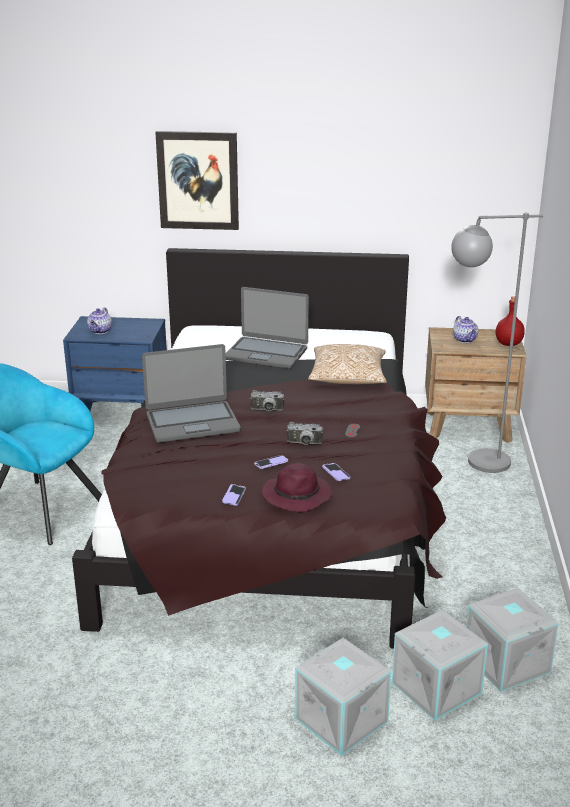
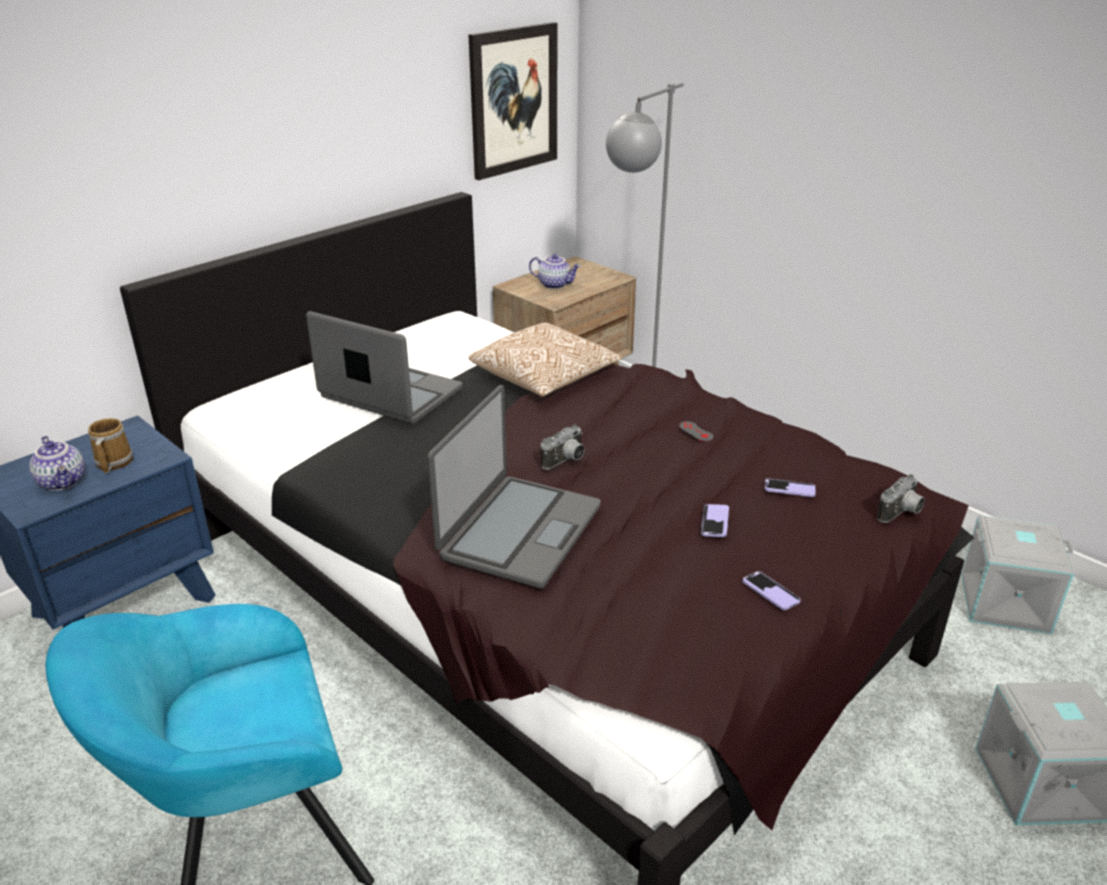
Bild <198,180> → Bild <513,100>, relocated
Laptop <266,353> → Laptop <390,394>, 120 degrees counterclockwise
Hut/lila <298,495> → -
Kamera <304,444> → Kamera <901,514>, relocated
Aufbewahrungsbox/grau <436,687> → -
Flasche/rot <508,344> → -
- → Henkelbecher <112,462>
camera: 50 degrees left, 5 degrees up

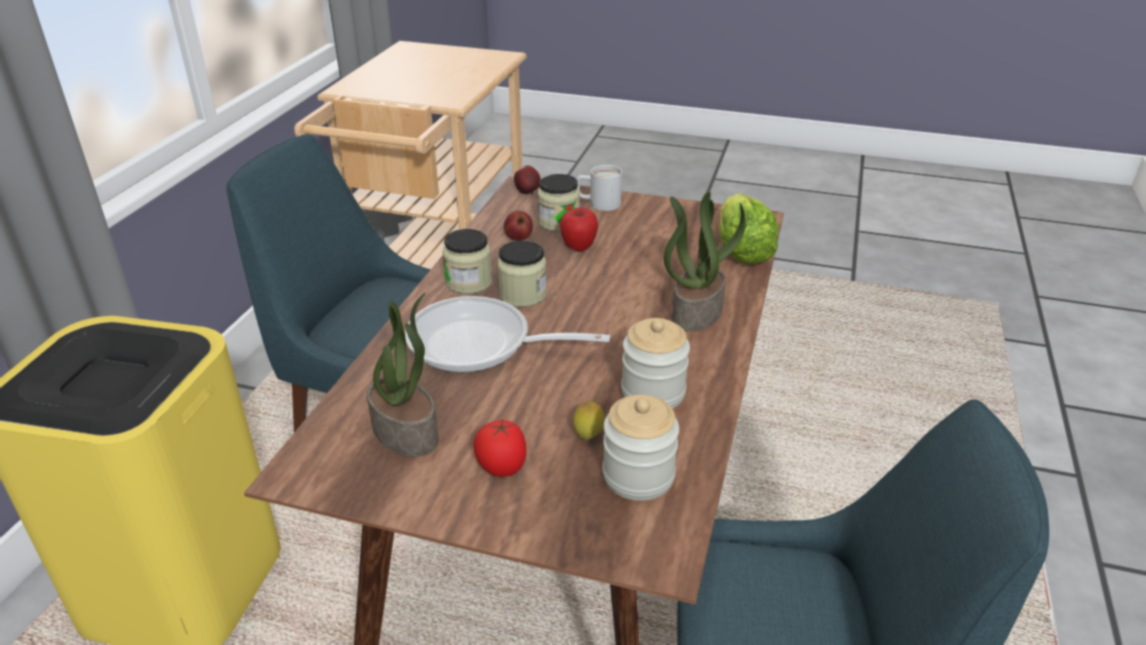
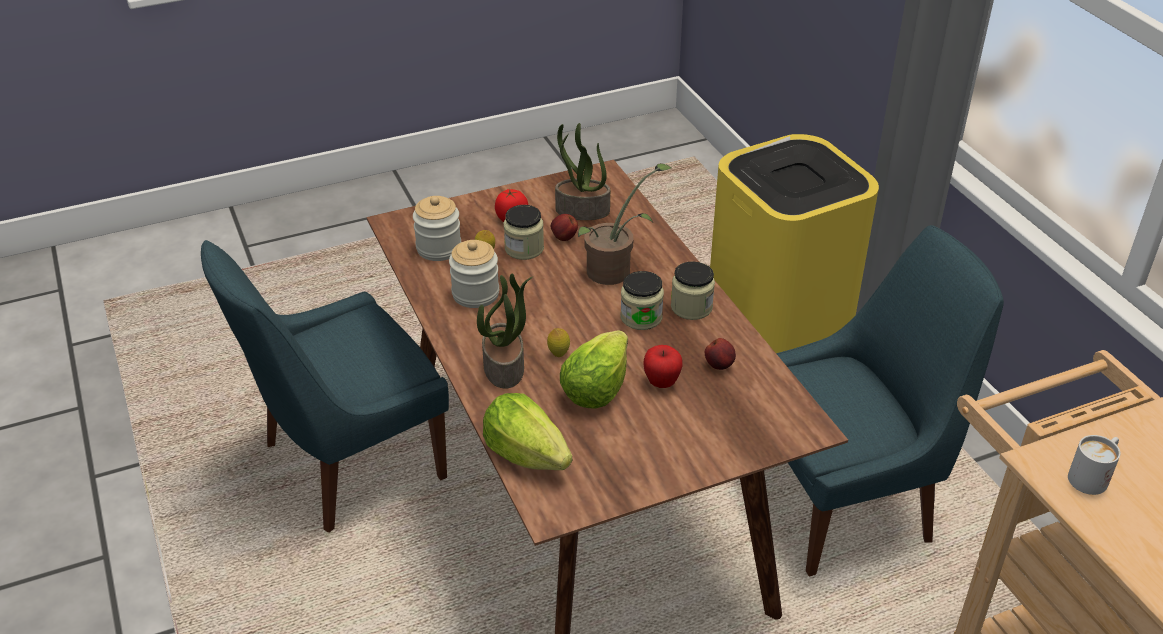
Pfanne <480,344> → Topfpflanze <615,270>
Apfel <528,192> → Apfel <563,238>, relocated
Vorratsglas <559,222> → Vorratsglas <524,248>, relocated
Henkelbecher/weiß <598,204> → Henkelbecher/weiß <1092,476>, relocated
- → Zitrone <558,354>
- → Salatkopf <596,389>
camera: 140 degrees right, 5 degrees up

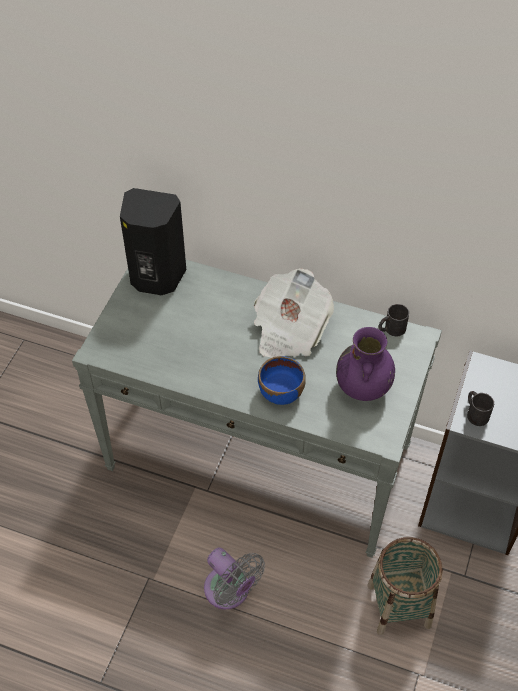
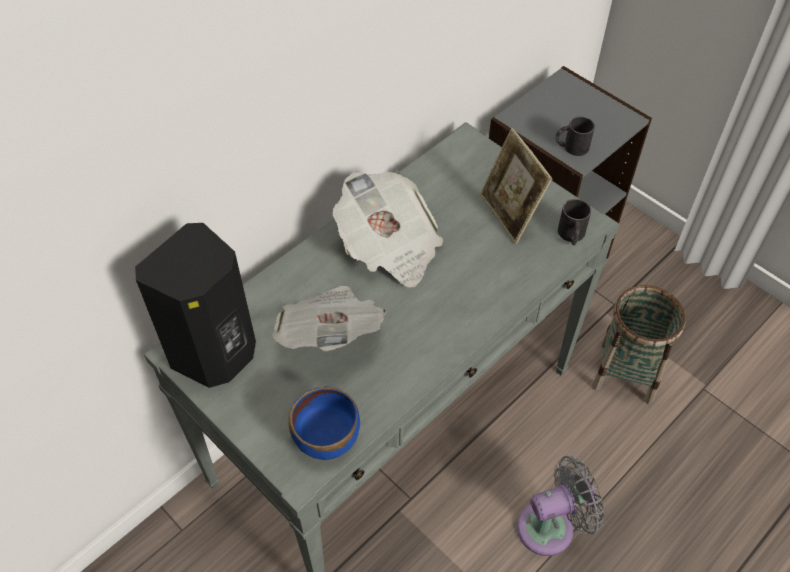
Schüssel/blau <281,393> → Schüssel/blau <327,438>, relocated
Vase/lila <363,388> → Bilderrahmen <509,214>
Henkelbecher/schwarz <391,329> → Henkelbecher/schwarz <571,236>, relocated
- → Zeitung <331,334>
camera: 65 degrees left, 0 degrees up

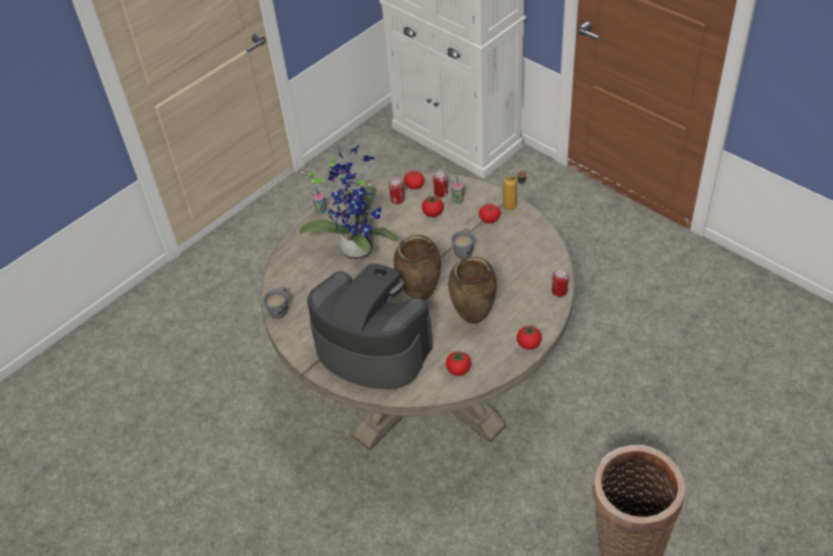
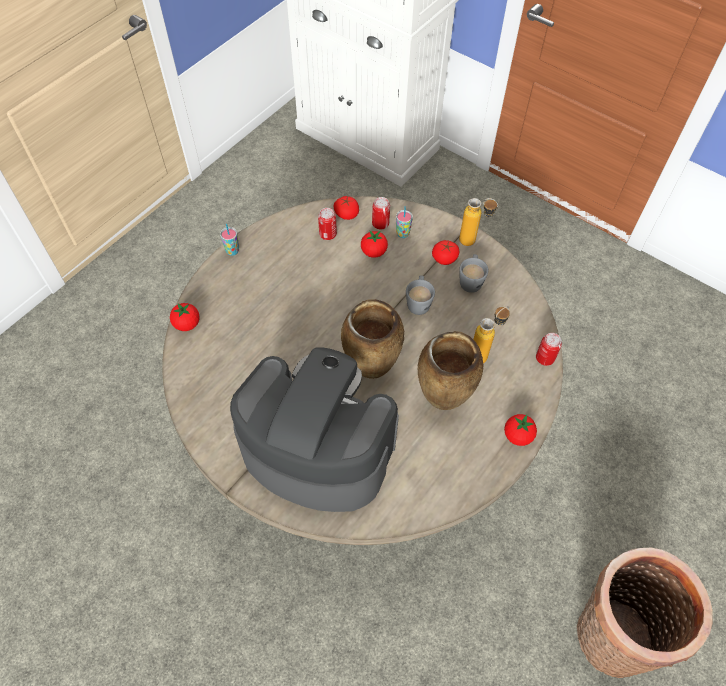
Henkelbecher/grau <280,309> → Henkelbecher/grau <471,281>, relocated
Topfpflanze <357,246> → -
Tomate <458,370> → Tomate <187,324>, relocated
- → Flasche <484,353>
camera: 10 degrees left, 10 degrees up

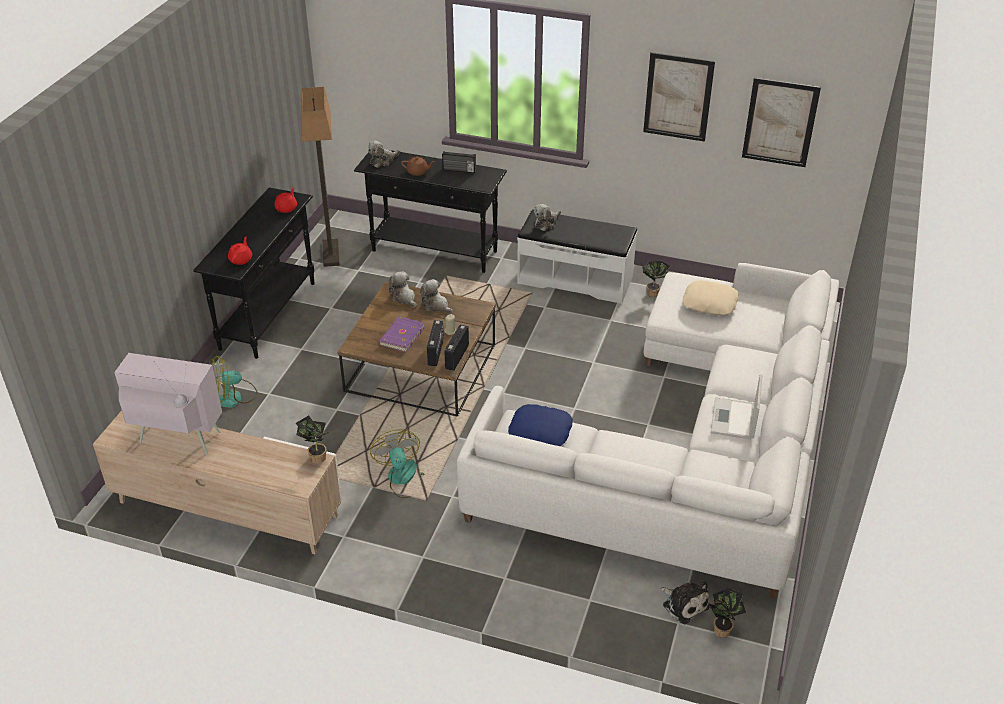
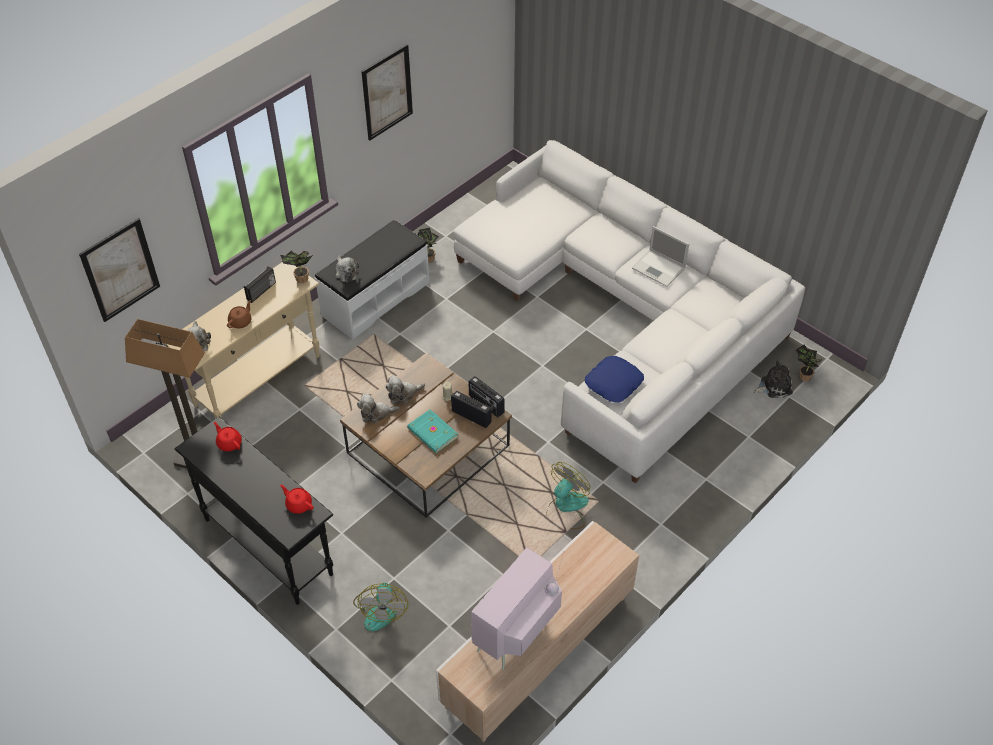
Topfpflanze <316,457> → Topfpflanze <300,279>, relocated
Konsolentisch/schwarz <434,251> → Konsolentisch/beige <258,380>
Ventilator <405,479> → Ventilator <566,507>, 120 degrees clockwise
Buch/lila <401,336> → Buch/türkis <432,433>
Kissen/beige <709,303> → -
Bild <780,122> → Bild <120,270>, relocated
camera: 65 degrees left, 10 degrees up

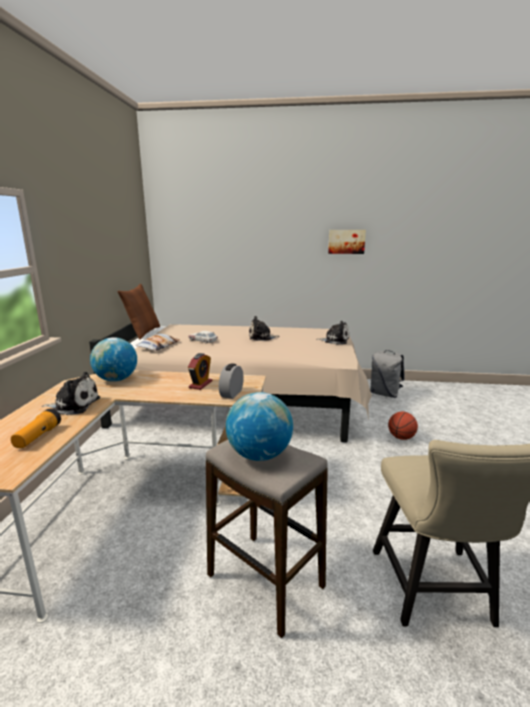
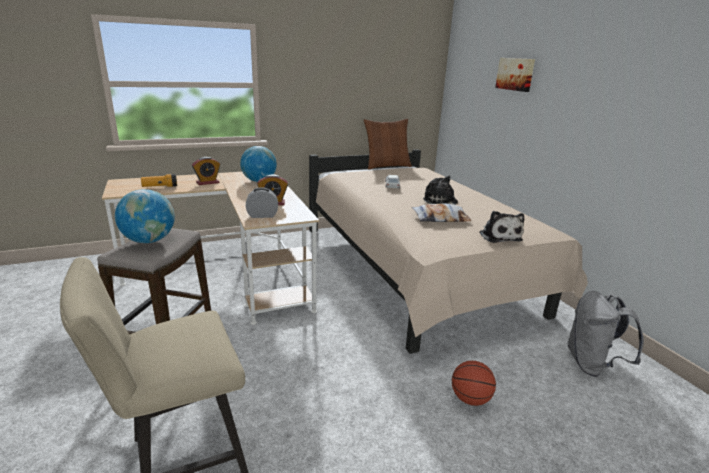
Plüschtier <74,405> → Wecker <207,182>
Kissen <158,346> → Kissen <440,218>, relocated
Bild <346,241> → Bild <515,74>, relocated
camera: 60 degrees right, 5 degrees up

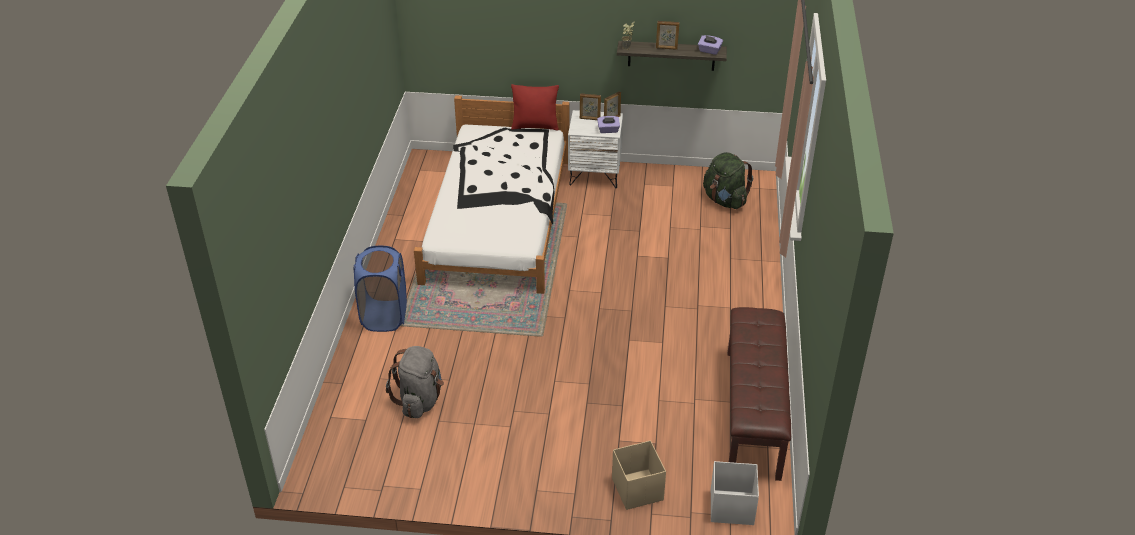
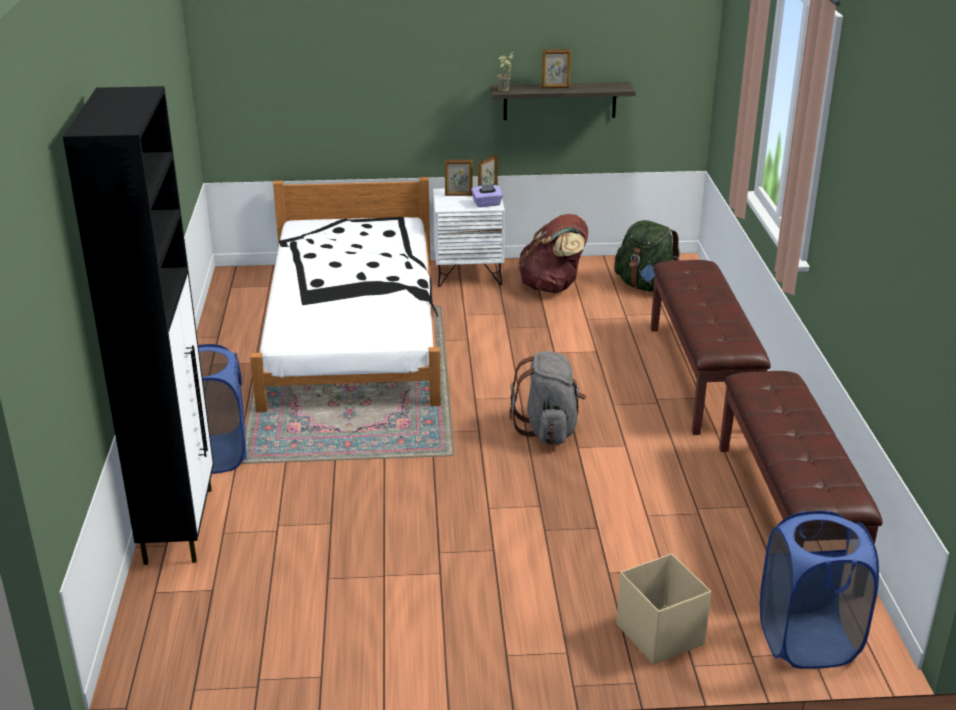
Rucksack/grau <420,400> → Rucksack/grau <549,430>, relocated
Kissen/rot <535,126> → -
Taschentuchbox/lila <709,51> → -
Aufbewahrungsbox/weiß <731,507> → Wäschekorb/blau <807,641>
- → Schrank/schwarz <179,524>
- → Rucksack/braun <553,286>
- → Bank/braun <702,377>
camera: 10 degrees left, 10 degrees down

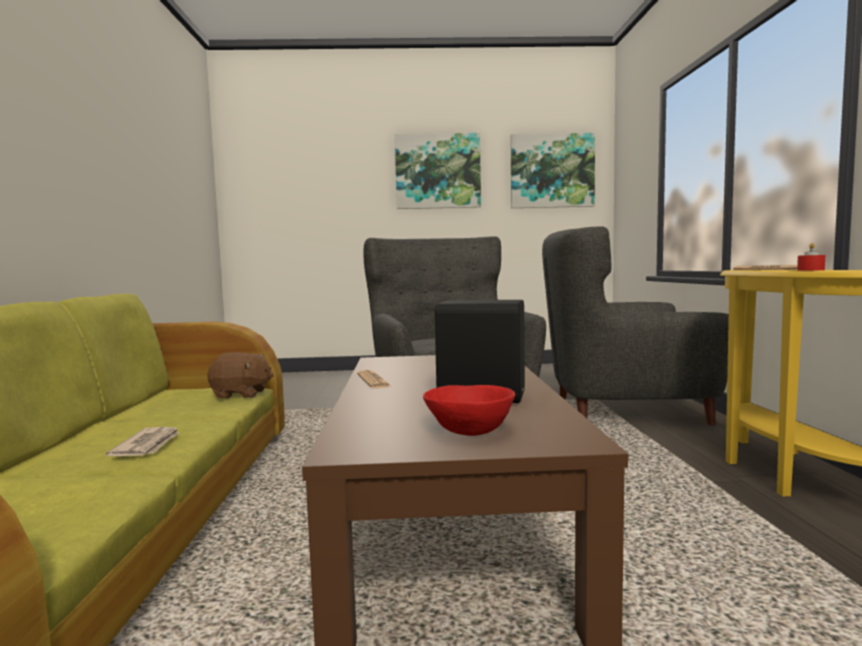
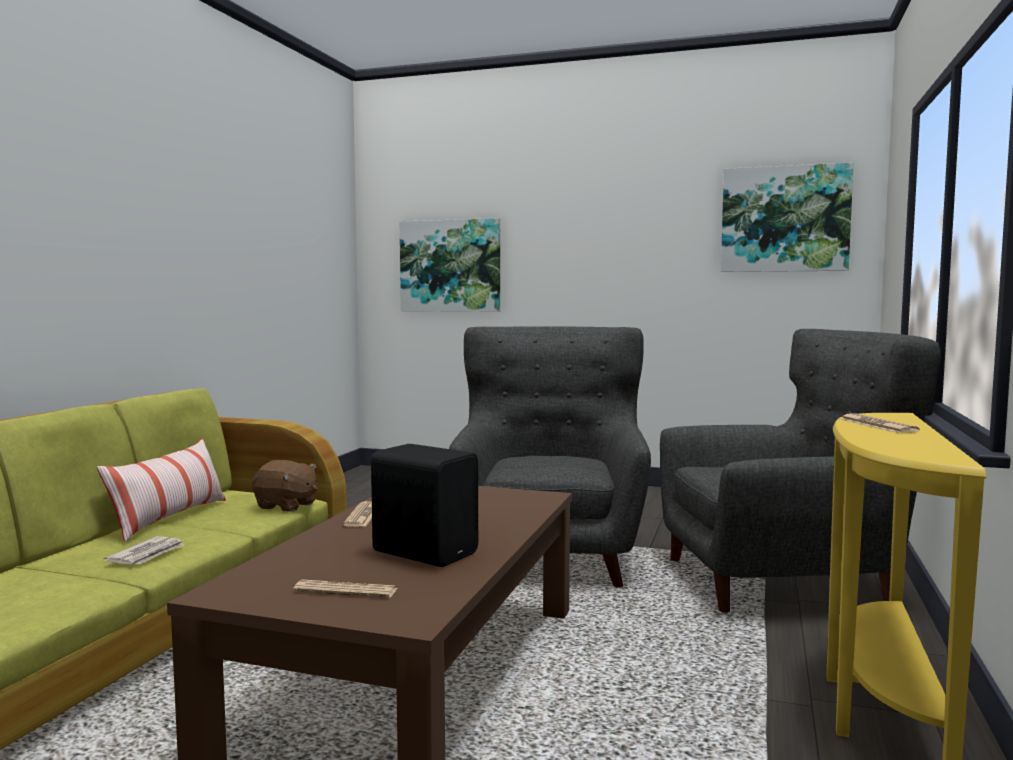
Bild <437,171> → Bild <450,266>, relocated
Schüssel/rot <471,430> → Zeitung <346,590>
Sessel/grau <622,409> → Sessel/grau <783,581>, 150 degrees clockwise
Kerze/rot <810,270> → -
- → Kissen <169,518>
camera: 20 degrees right, 0 degrees up

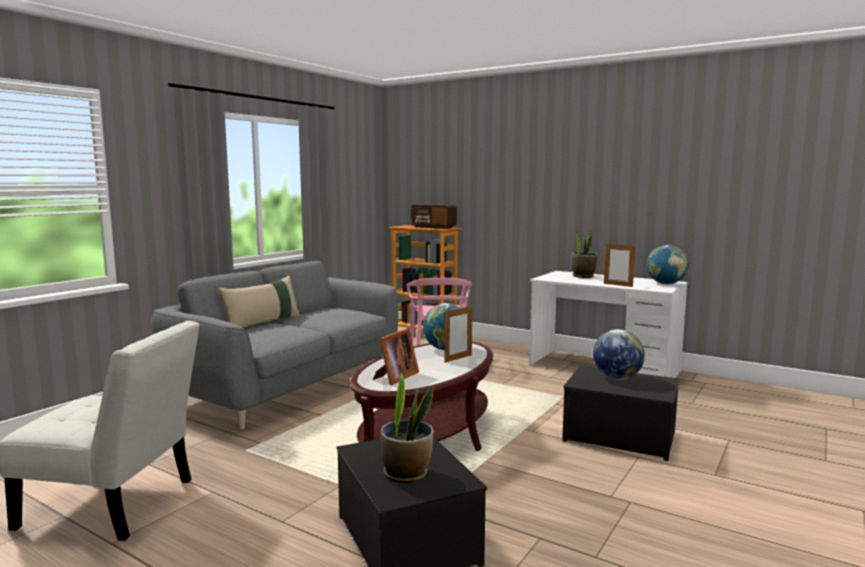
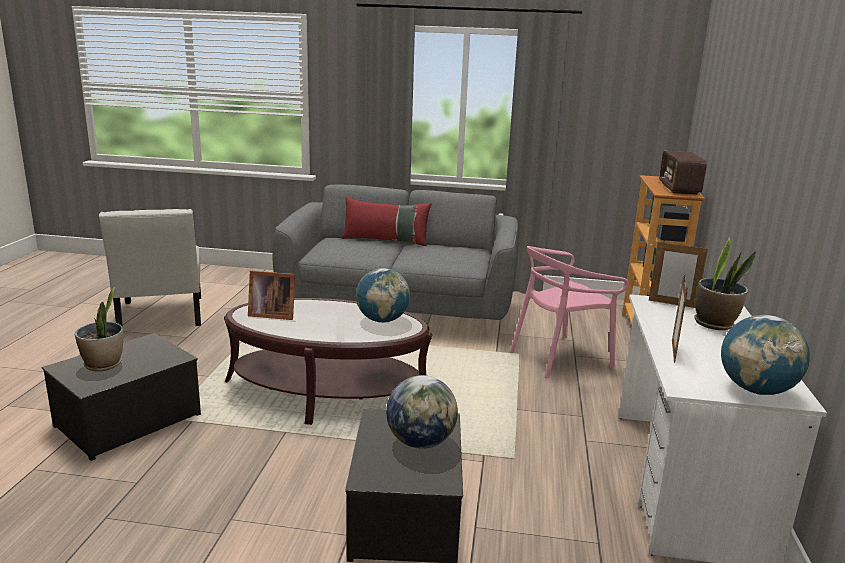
Kissen/beige <262,323> → Kissen/rot <386,241>
Bilderrahmen <458,358> → Bilderrahmen <672,304>, relocated
camera: 65 degrees right, 10 degrees up

